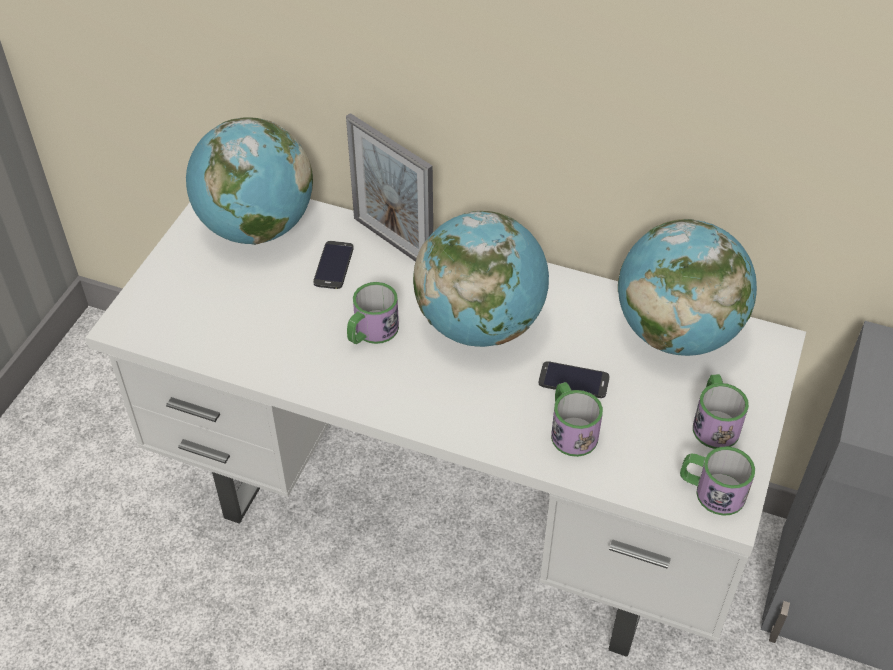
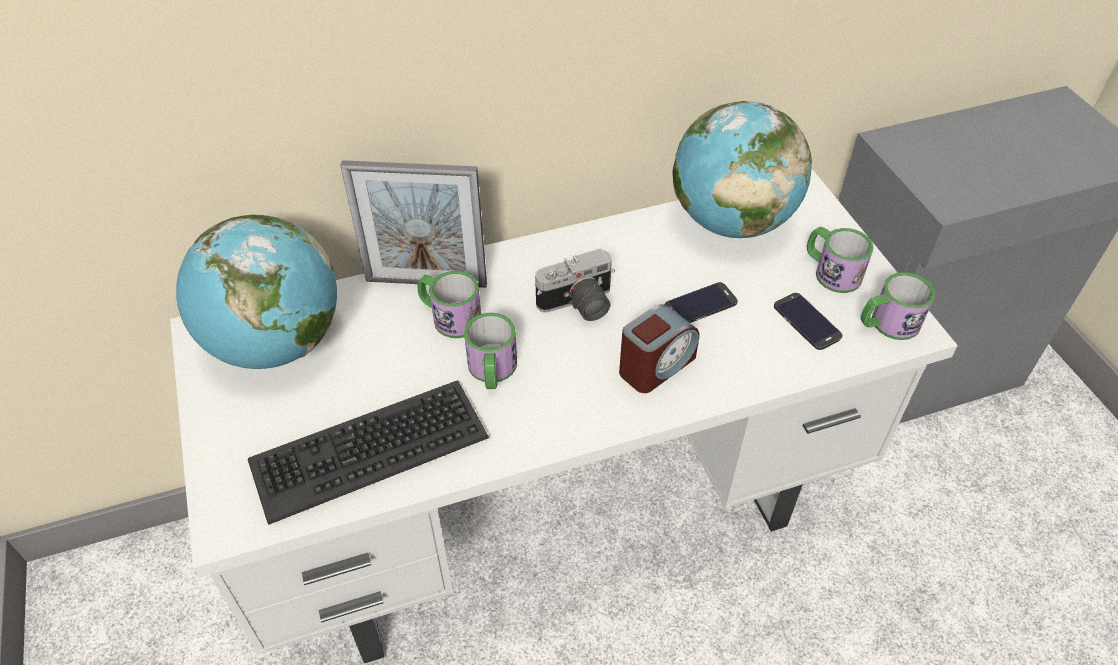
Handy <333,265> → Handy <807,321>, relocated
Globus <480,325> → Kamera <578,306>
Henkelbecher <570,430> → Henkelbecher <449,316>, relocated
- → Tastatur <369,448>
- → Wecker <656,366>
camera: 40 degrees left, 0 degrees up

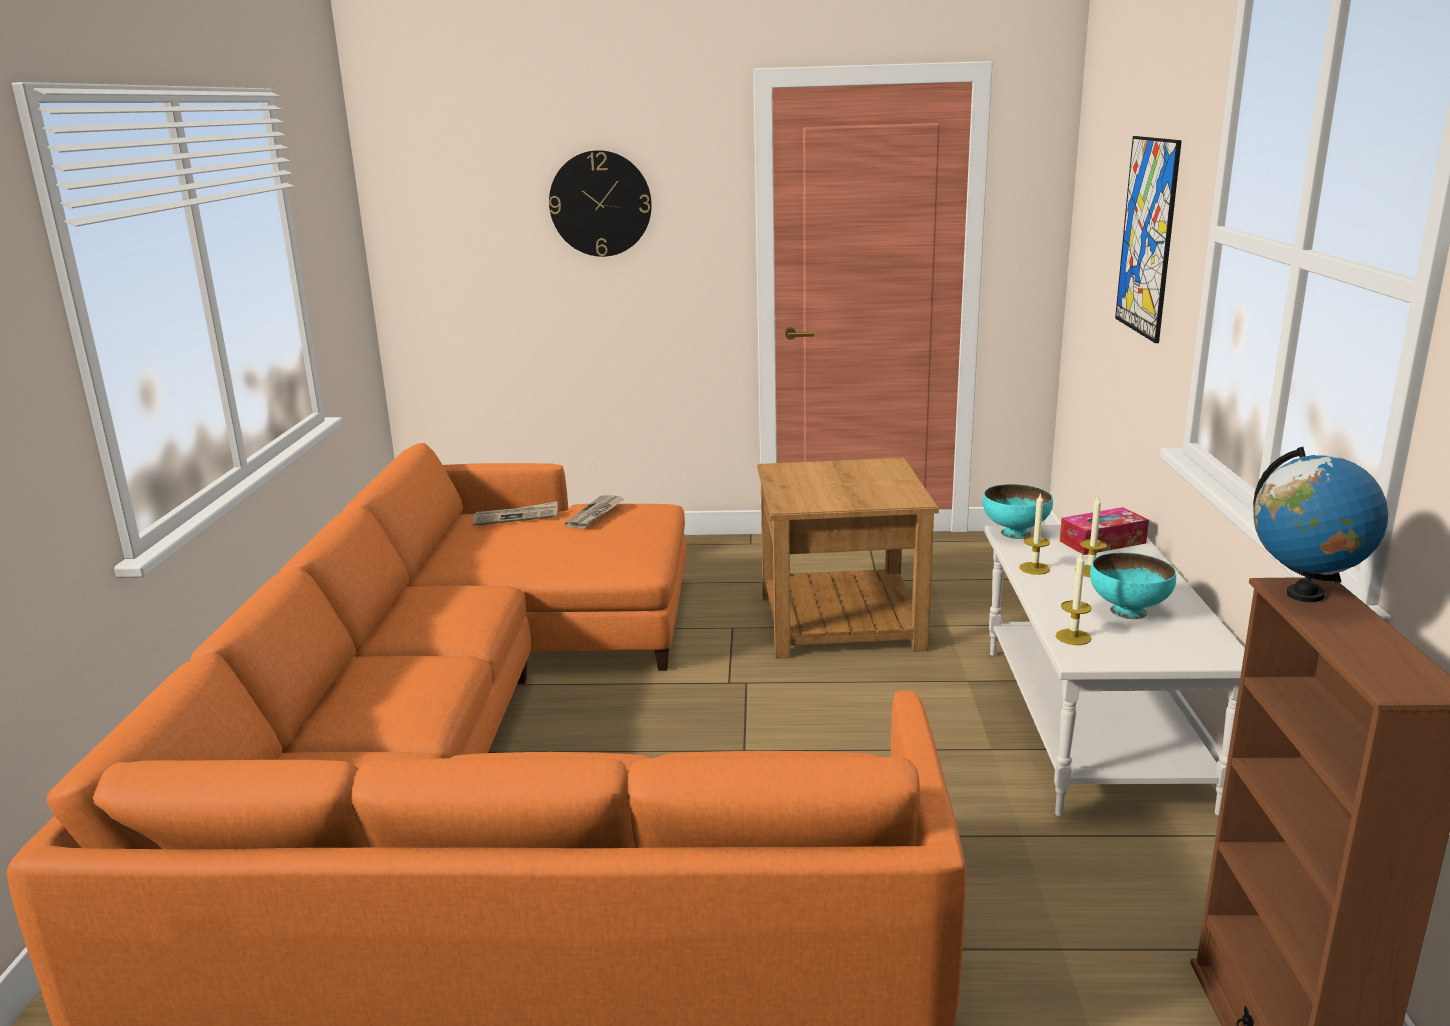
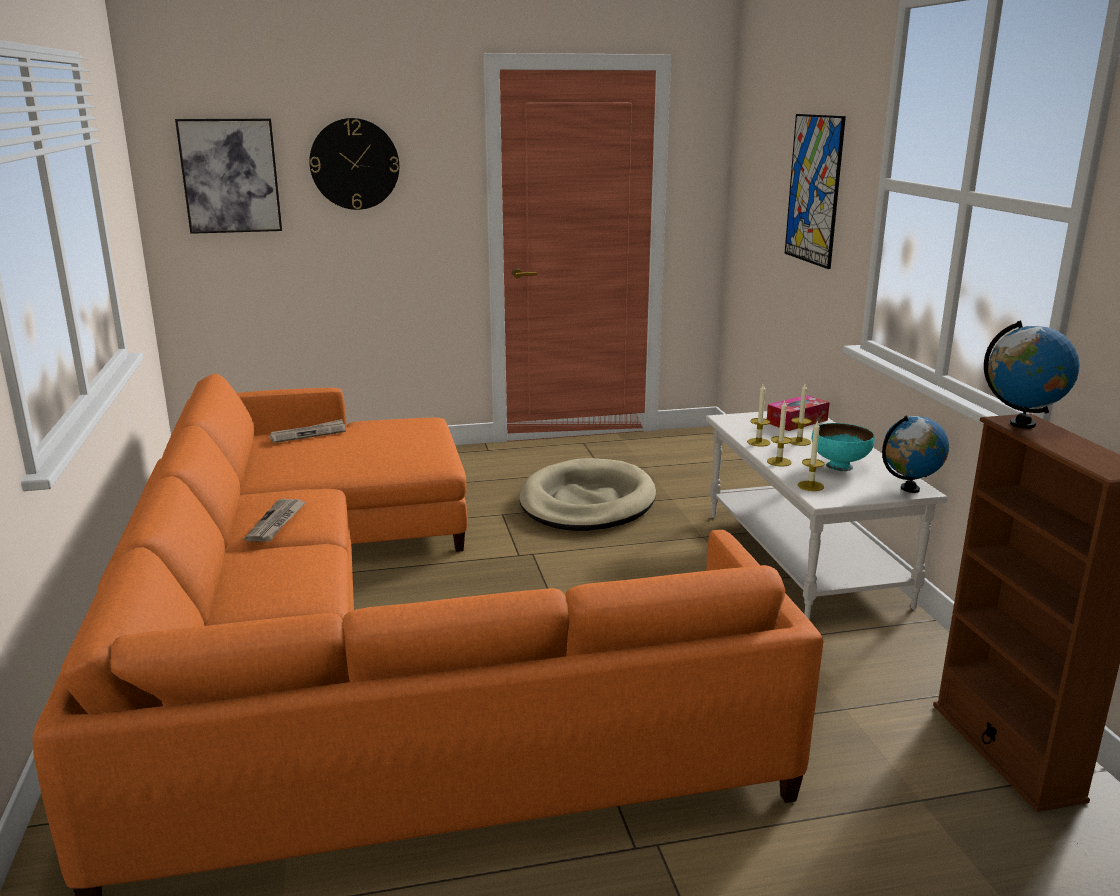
Zeitung <596,514> → Zeitung <276,523>, relocated
Beistelltisch/braun <840,621> → Hundebett/beige <587,502>
Schüssel/türkis <1014,533> → -
- → Bild <230,176>
- → Kerze <779,462>
- → Globus <910,489>
camera: 15 degrees left, 0 degrees up

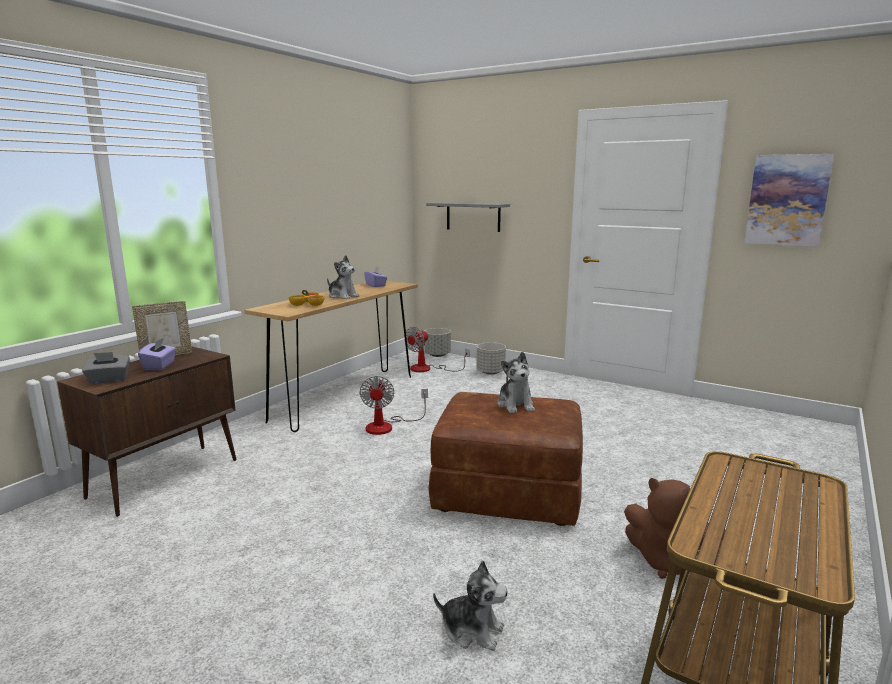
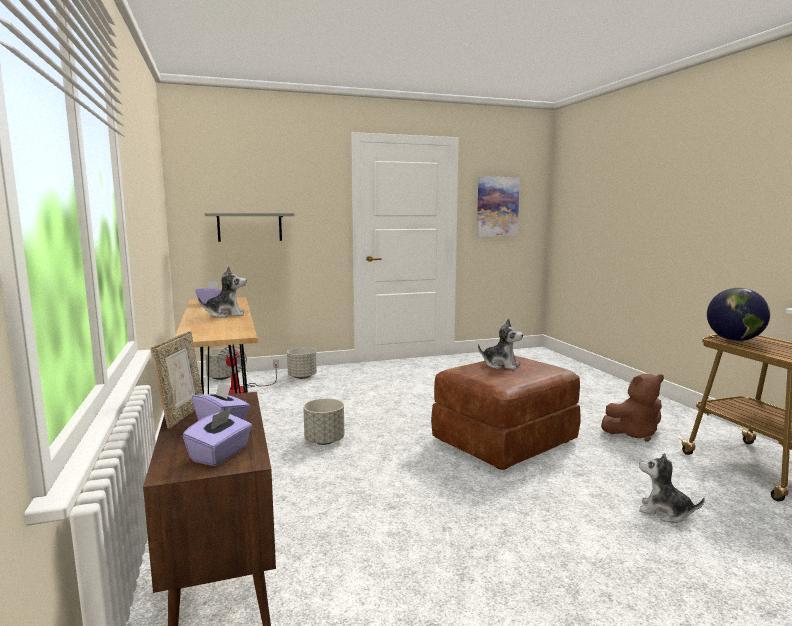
Taschentuchbox/grau <108,380> → Taschentuchbox/lila <220,454>
Schüssel <308,304> → -
Ventilator <387,426> → Pflanzkübel/grau <324,441>
Plüschtier <472,630> → Plüschtier <664,512>, 120 degrees counterclockwise
- → Globus <735,340>
camera: 50 degrees left, 5 degrees down

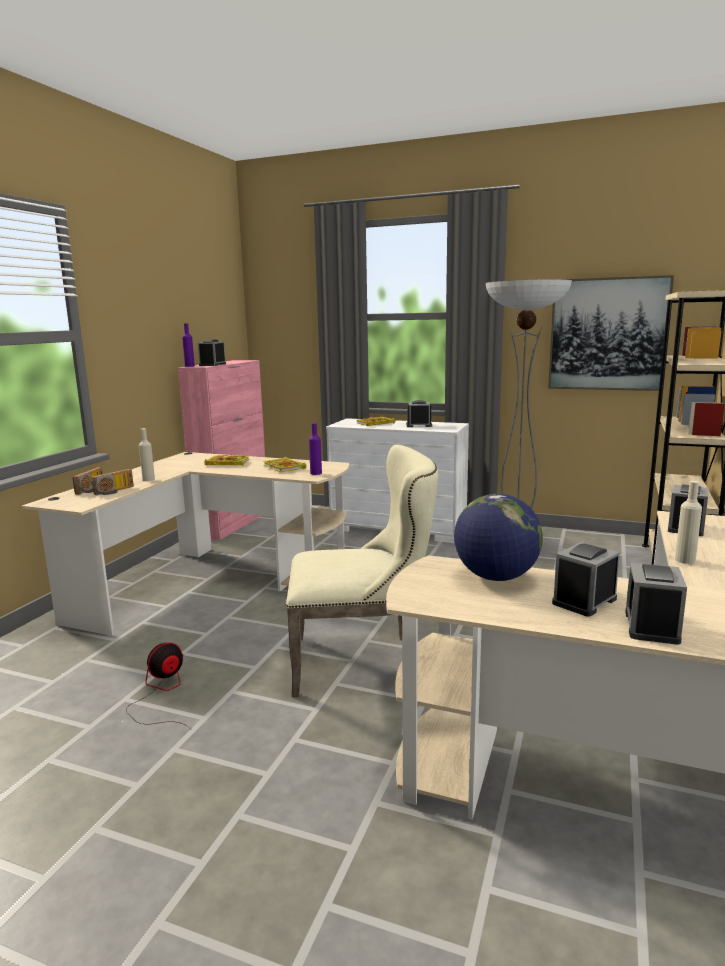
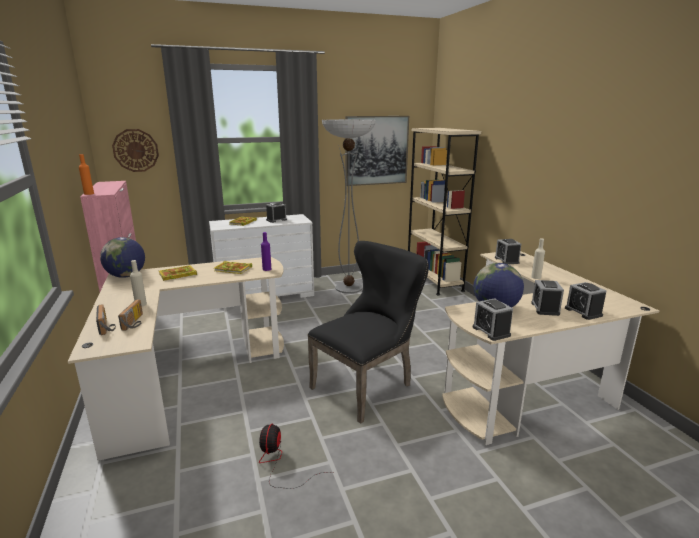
Flasche/lila <189,366> → Flasche/orange <89,194>
Wecker <212,365> → Wecker <491,331>, relocated
Stuhl/beige <364,661> → Stuhl/schwarz <367,385>
- → Globus <126,276>
- → Wanduhr <135,150>
camera: 40 degrees left, 5 degrees up

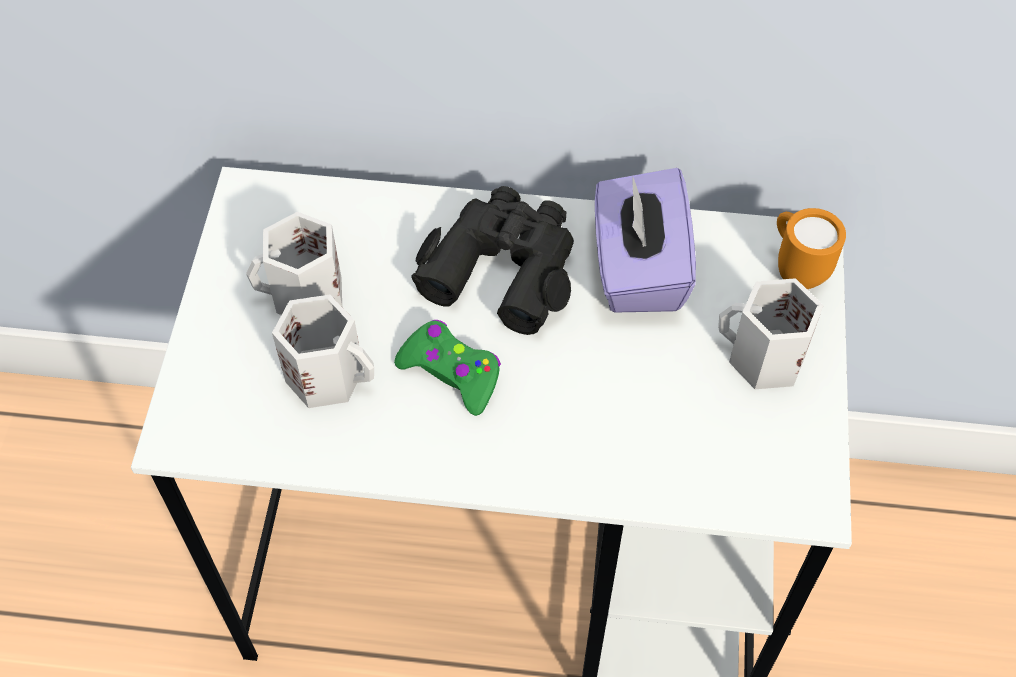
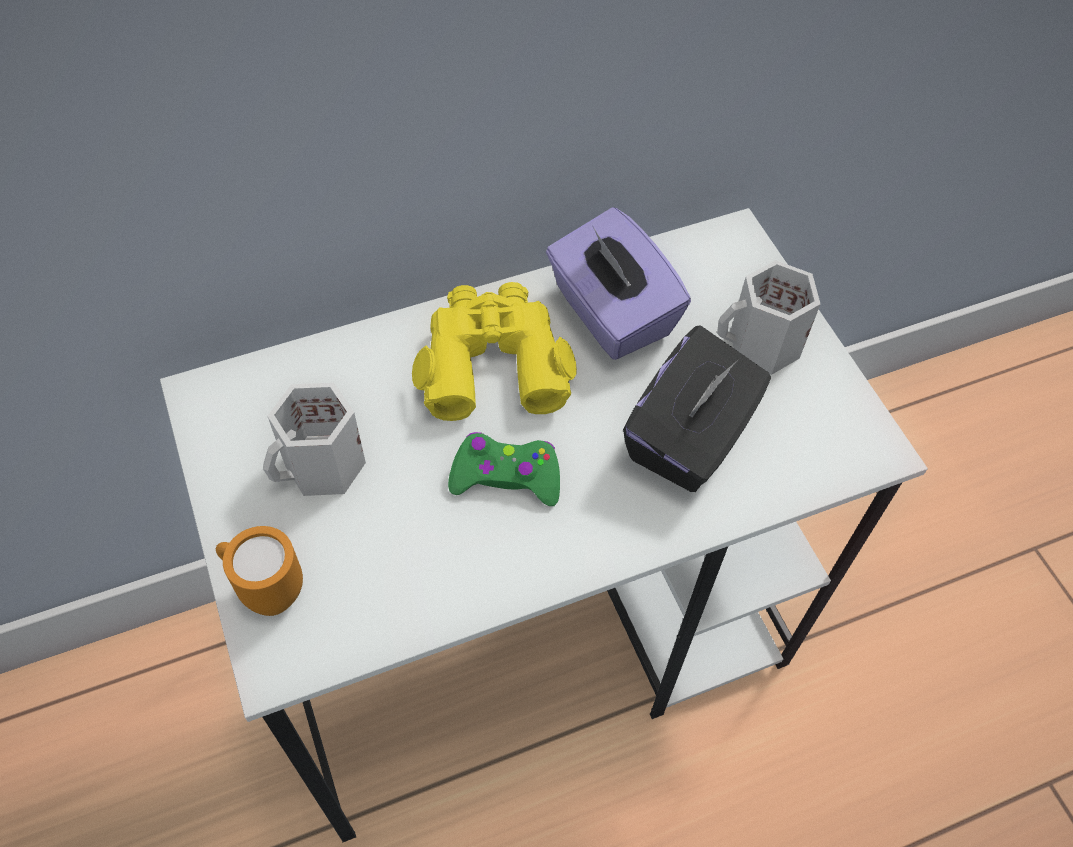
Henkelbecher/weiß <329,375> → -
Fernglas/schwarz <503,267> → Fernglas/gelb <492,361>
Henkelbecher/orange <795,269> → Henkelbecher/orange <266,589>, relocated
- → Taschentuchbox/schwarz <690,438>
camera: 30 degrees left, 0 degrees up

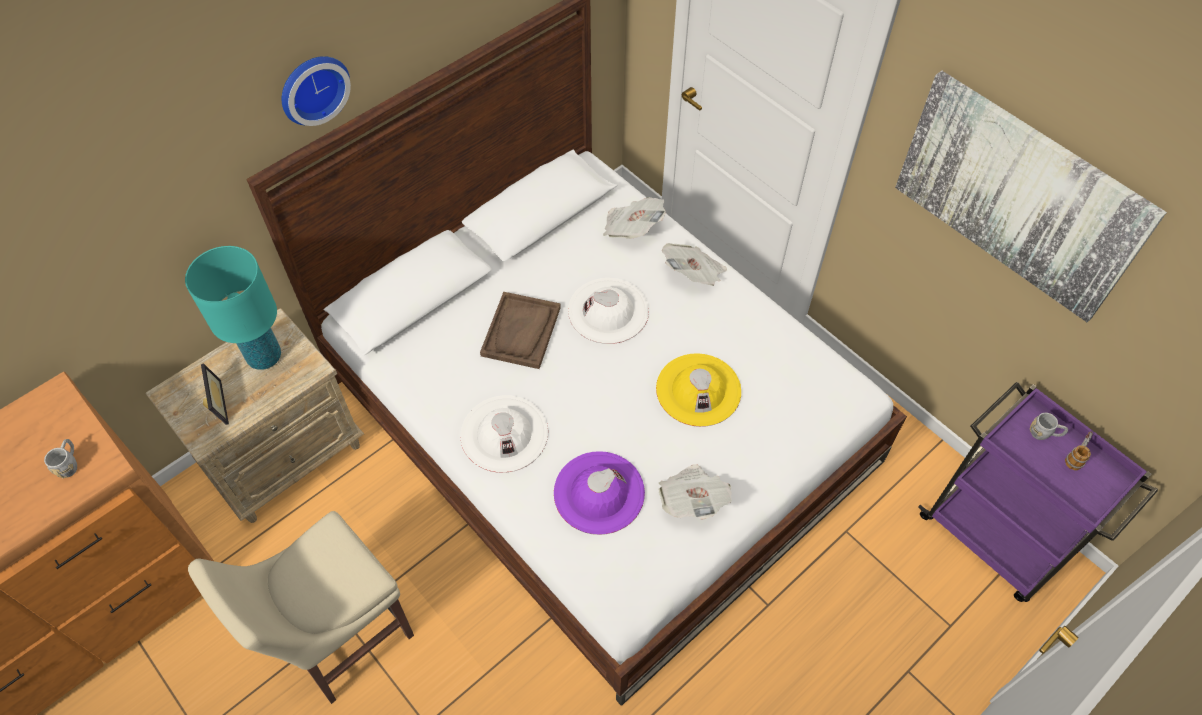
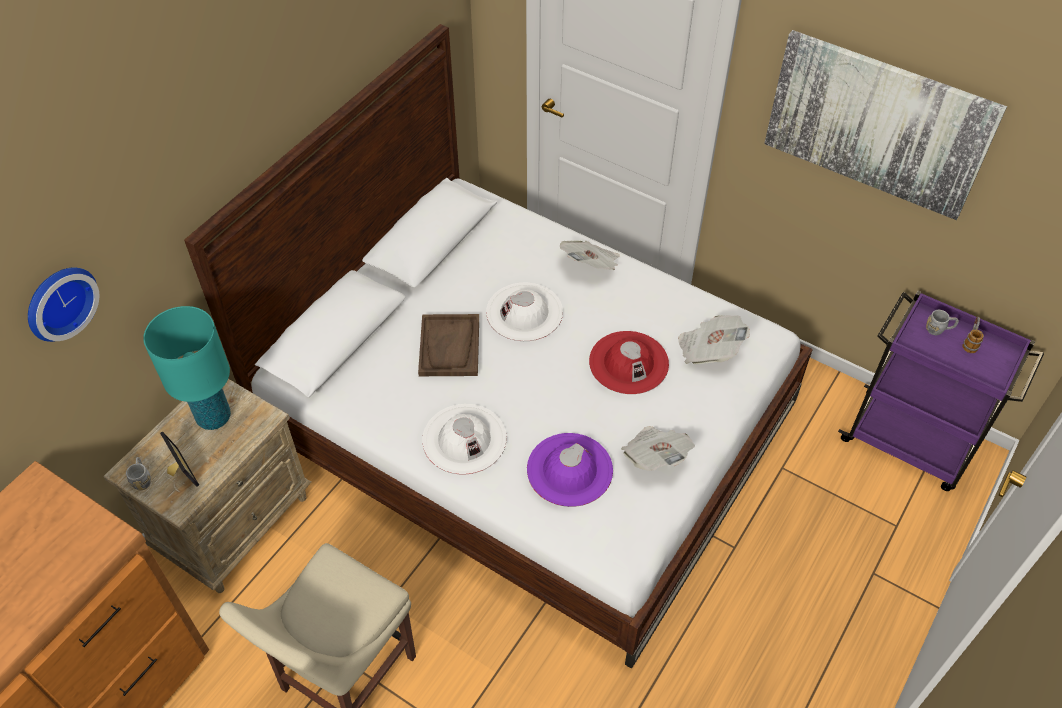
Henkelbecher/grau <70,464> → Henkelbecher/grau <142,479>, relocated
Wanduhr <312,87> → Wanduhr <58,301>, relocated
Zeitung <632,228> → Zeitung <709,350>, relocated
Hut/gelb <698,390> → Hut/rot <628,362>
camera: 15 degrees left, 5 degrees down

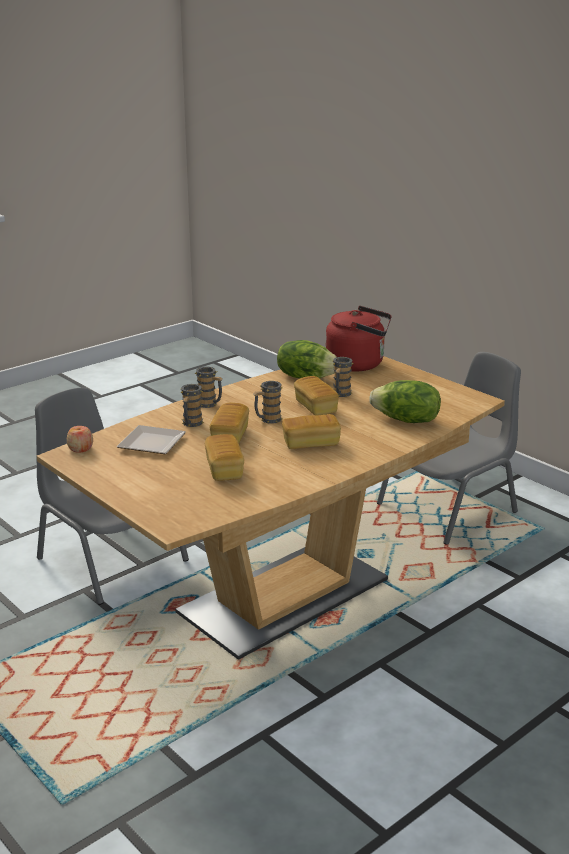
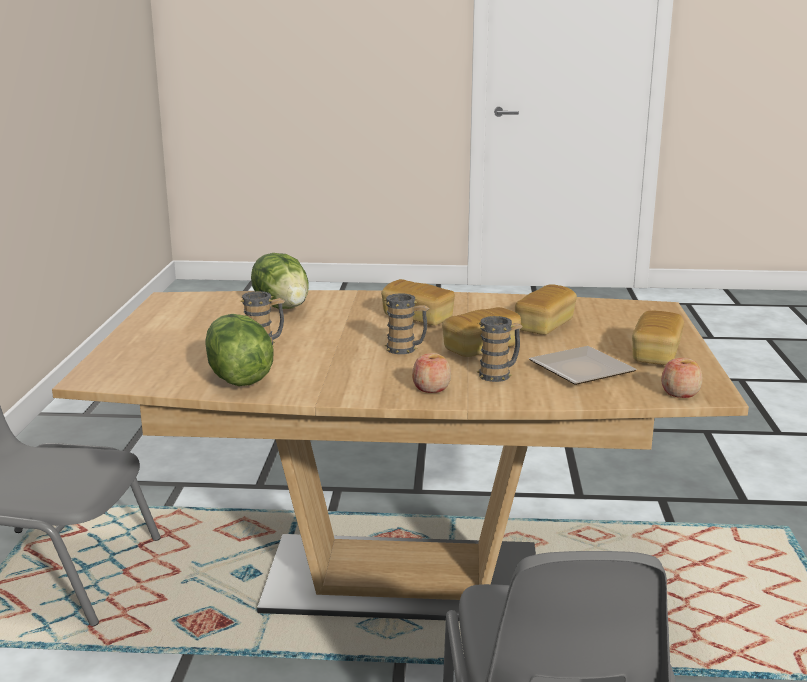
Henkelbecher <210,404> → Apfel <431,388>
Brot <316,407> → Brot <656,355>, relocated
Wasserkessel/rot <359,364> → -
camera: 135 degrees left, 5 degrees down

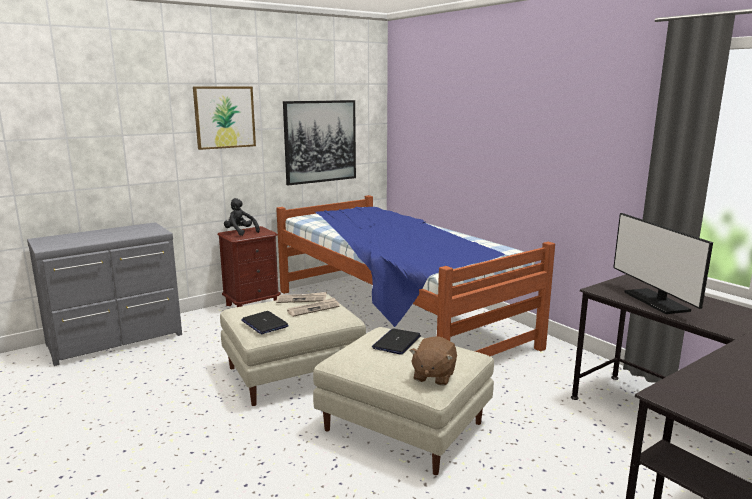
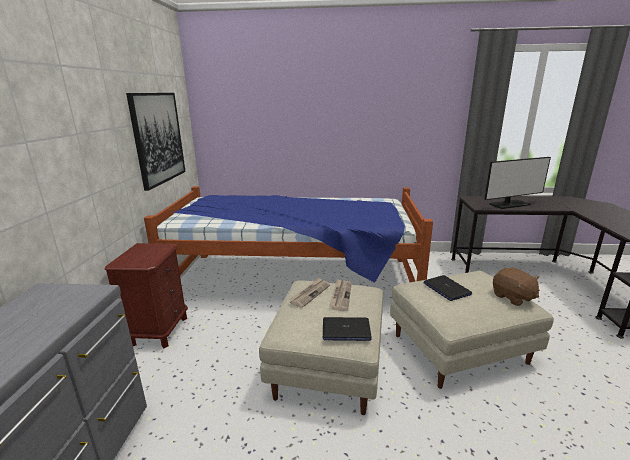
Bild <224,117> → -
Plüschtier/schwarz <240,232> → -
Monitor <656,301> → Monitor <509,204>, 45 degrees counterclockwise
camera: 50 degrees left, 5 degrees up

